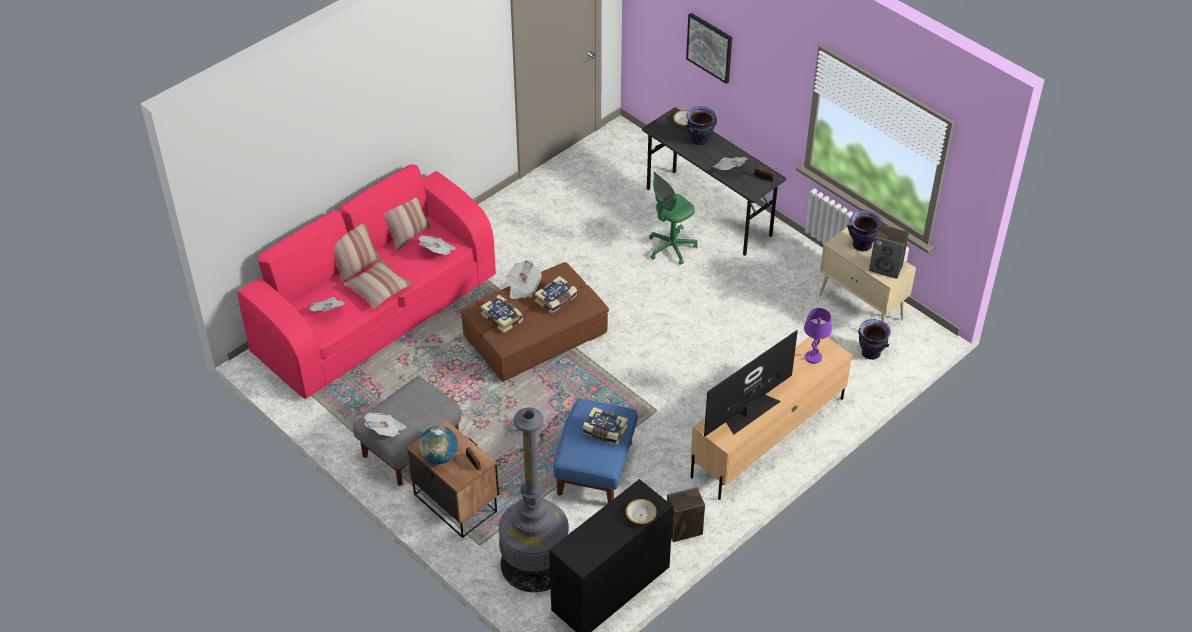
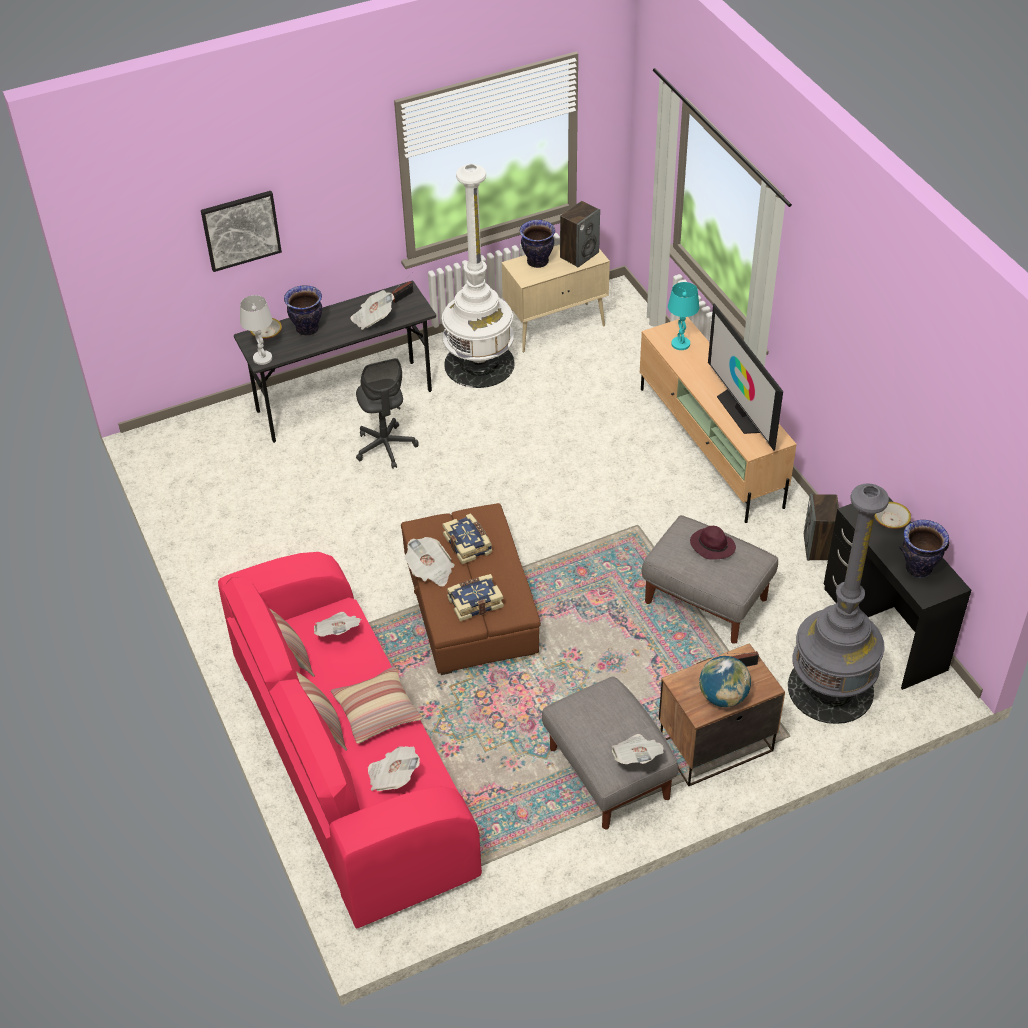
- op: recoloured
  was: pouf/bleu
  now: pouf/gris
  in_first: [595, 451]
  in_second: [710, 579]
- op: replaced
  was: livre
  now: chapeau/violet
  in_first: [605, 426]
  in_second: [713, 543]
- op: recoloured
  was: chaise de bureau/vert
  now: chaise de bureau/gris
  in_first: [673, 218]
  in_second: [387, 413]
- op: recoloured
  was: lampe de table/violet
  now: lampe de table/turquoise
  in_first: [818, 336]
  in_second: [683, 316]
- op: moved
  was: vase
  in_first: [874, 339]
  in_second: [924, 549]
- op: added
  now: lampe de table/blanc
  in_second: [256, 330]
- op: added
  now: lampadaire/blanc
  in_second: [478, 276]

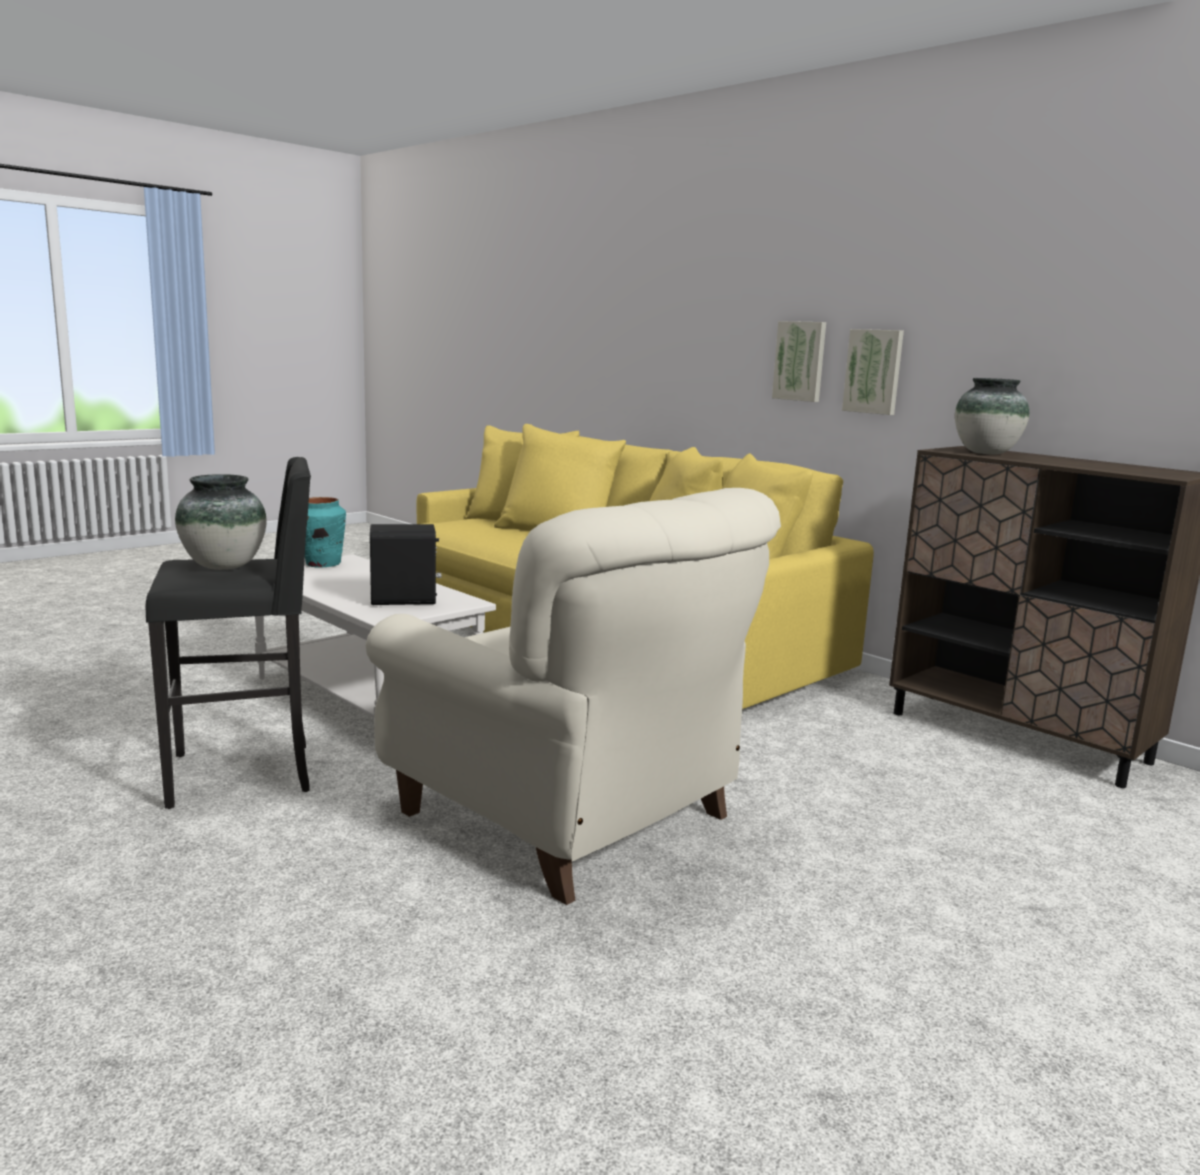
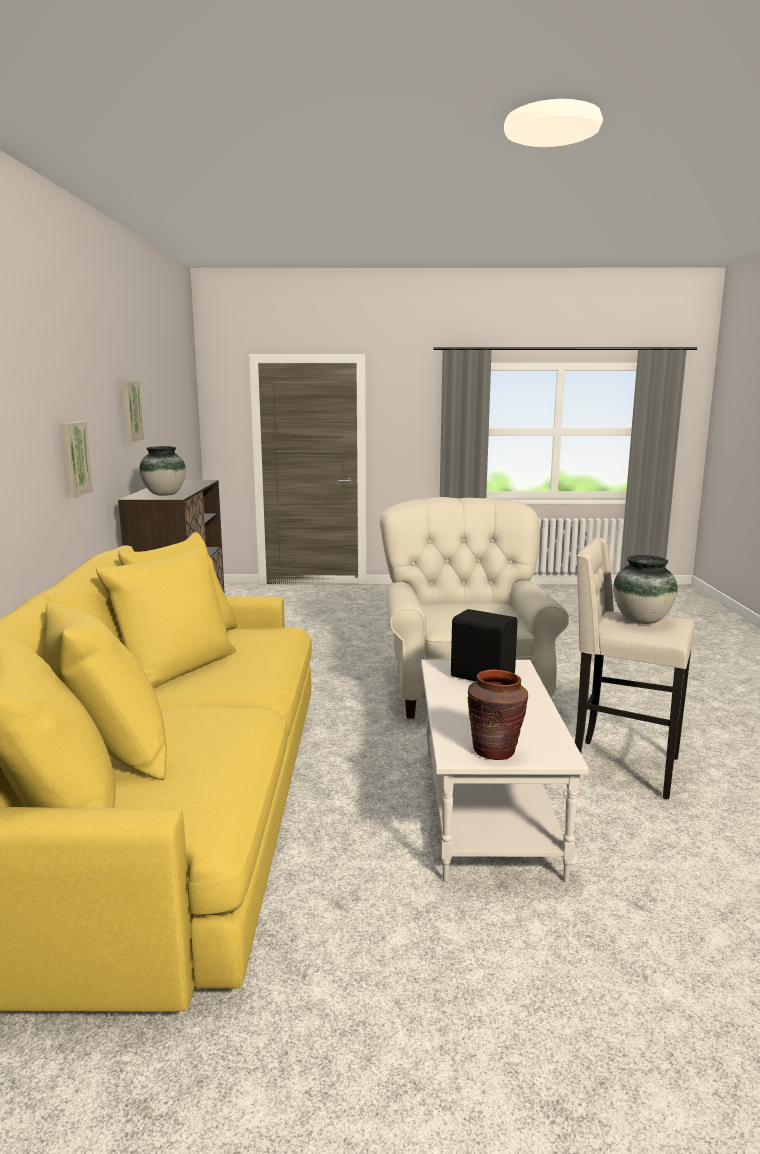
- op: recoloured
  was: tabouret/noir
  now: tabouret/beige
  in_first: [228, 633]
  in_second: [635, 668]
- op: recoloured
  was: vase/turquoise
  now: vase/marron
  in_first: [325, 532]
  in_second: [498, 714]
- op: moved
  was: tableau
  in_first: [799, 361]
  in_second: [132, 411]

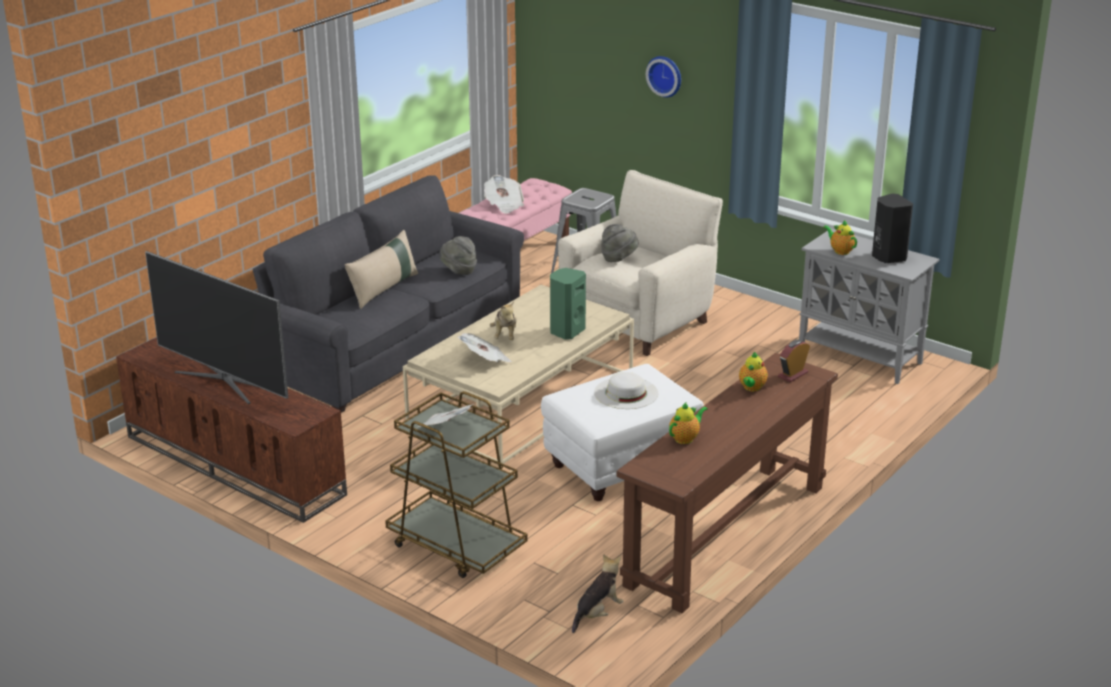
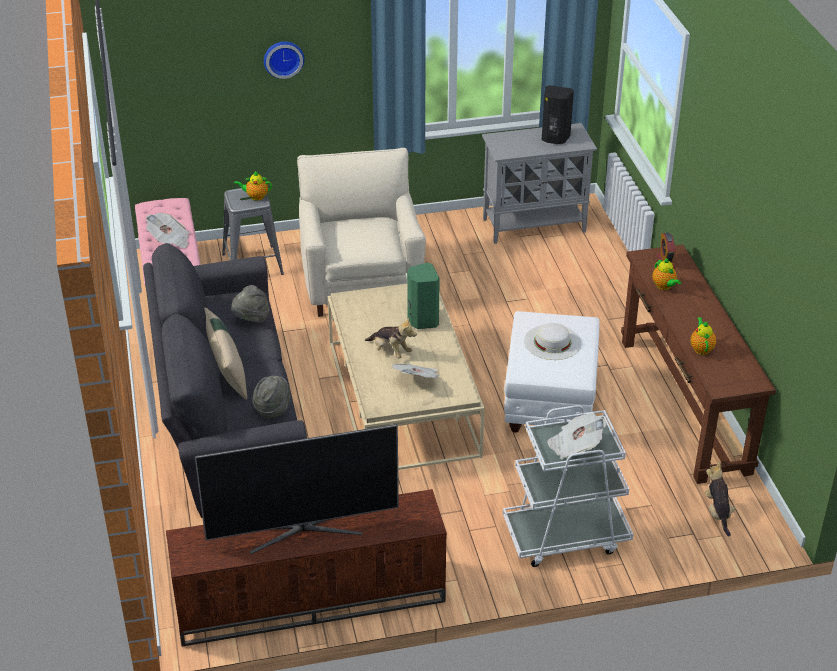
- op: recoloured
  was: chariot/marron
  now: chariot/blanc
  in_first: [456, 484]
  in_second: [568, 486]
- op: moved
  was: chapeau/gris
  in_first: [619, 243]
  in_second: [271, 397]
- op: moved
  was: théière
  in_first: [840, 237]
  in_second: [253, 186]

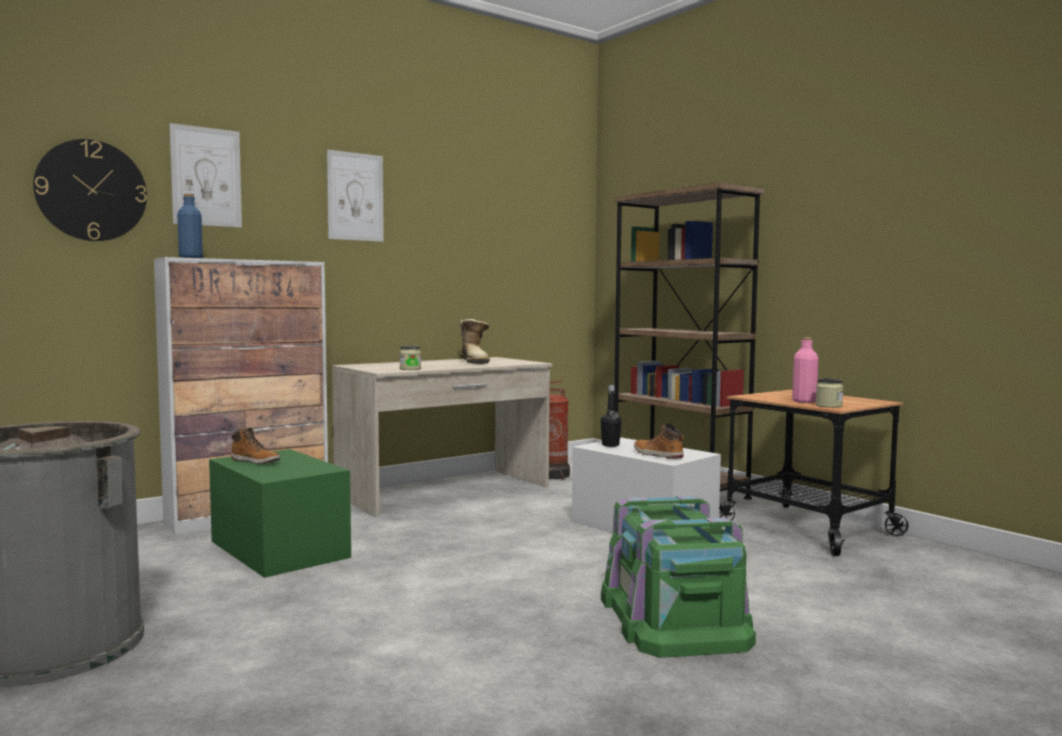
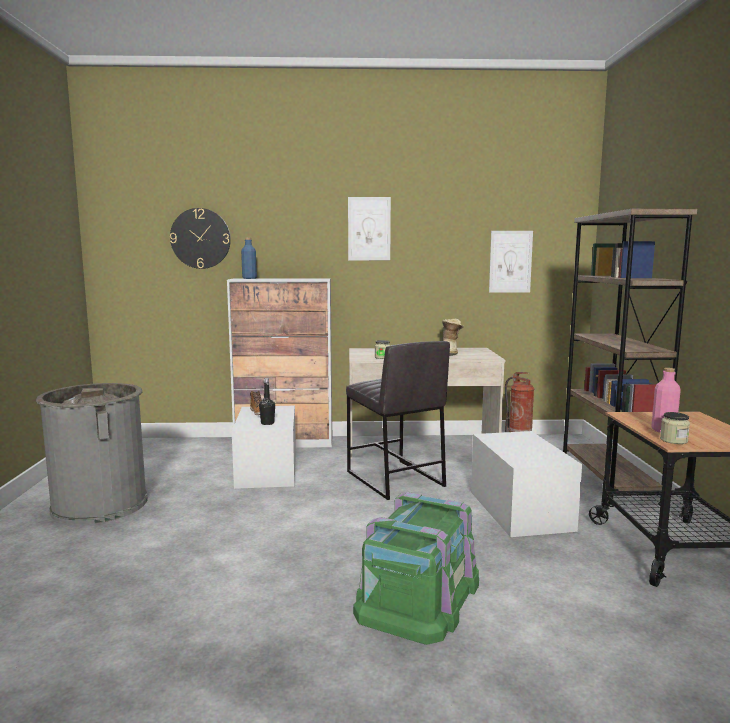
- op: moved
  was: tableau
  in_first: [205, 175]
  in_second: [511, 262]
- op: recoloured
  was: boîte de rangement/vert
  now: boîte de rangement/blanc
  in_first: [280, 513]
  in_second: [264, 447]
- op: moved
  was: bouteille/noir
  in_first: [611, 416]
  in_second: [267, 401]
- op: removed
  was: botte
  in_first: [659, 441]
- op: added
  now: tabouret/gris
  in_second: [398, 420]

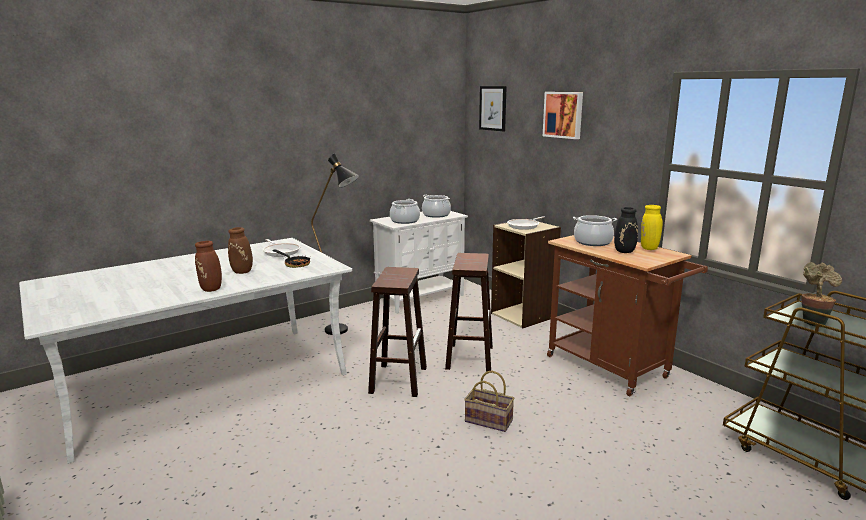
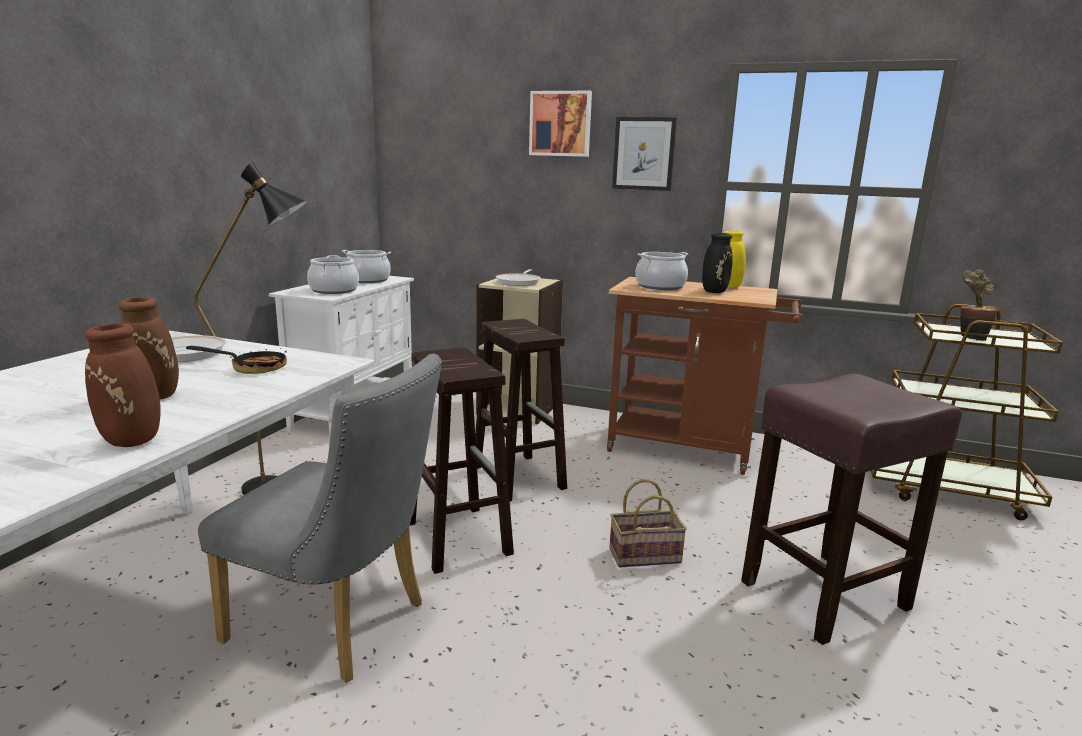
- op: moved
  was: tableau
  in_first: [493, 108]
  in_second: [644, 154]
- op: added
  now: chaise/gris
  in_second: [320, 518]
- op: added
  now: tabouret/marron
  in_second: [851, 509]

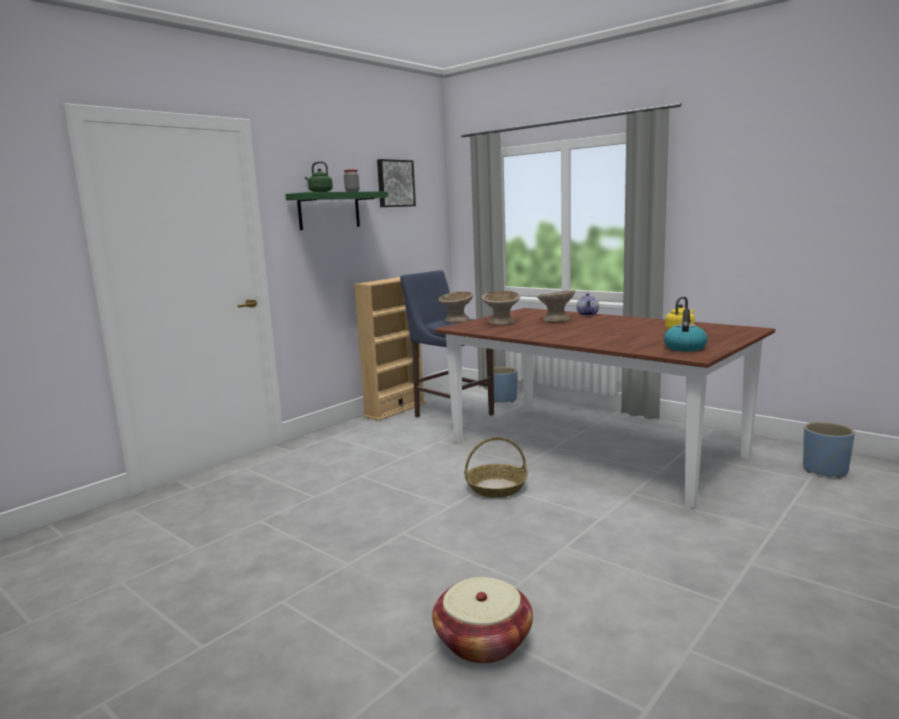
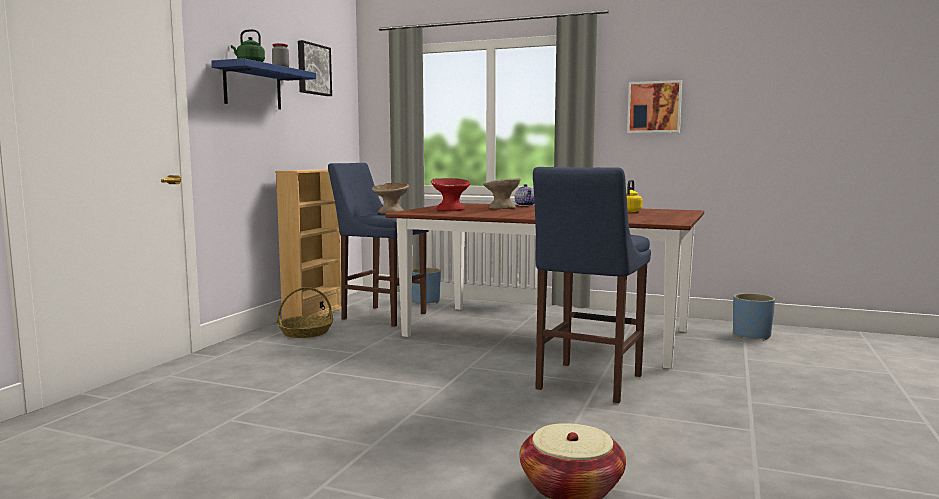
- op: recoloured
  was: étagère/vert
  now: étagère/bleu
  in_first: [336, 210]
  in_second: [264, 83]
- op: moved
  was: panier
  in_first: [495, 467]
  in_second: [305, 312]
- op: recoloured
  was: bol/beige
  now: bol/rouge
  in_first: [501, 308]
  in_second: [450, 194]
- op: removed
  was: bouilloire
  in_first: [686, 330]
- op: added
  now: tabouret/bleu
  in_second: [592, 285]
- op: added
  now: tableau
  in_second: [654, 106]

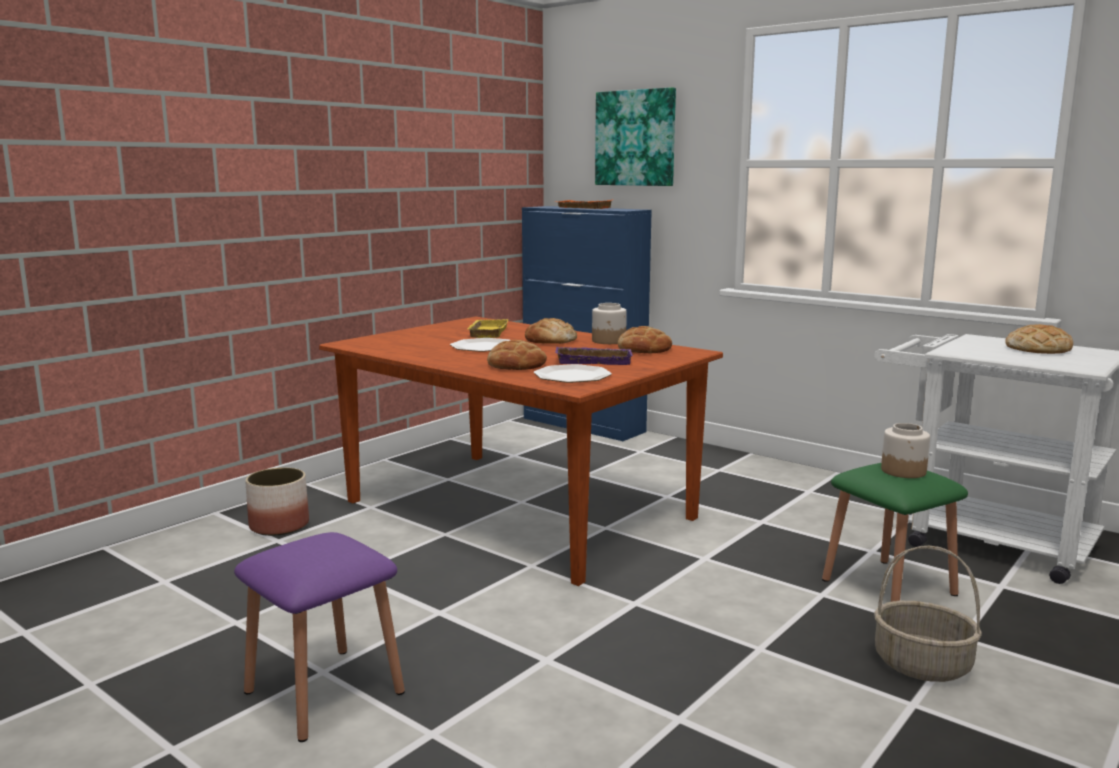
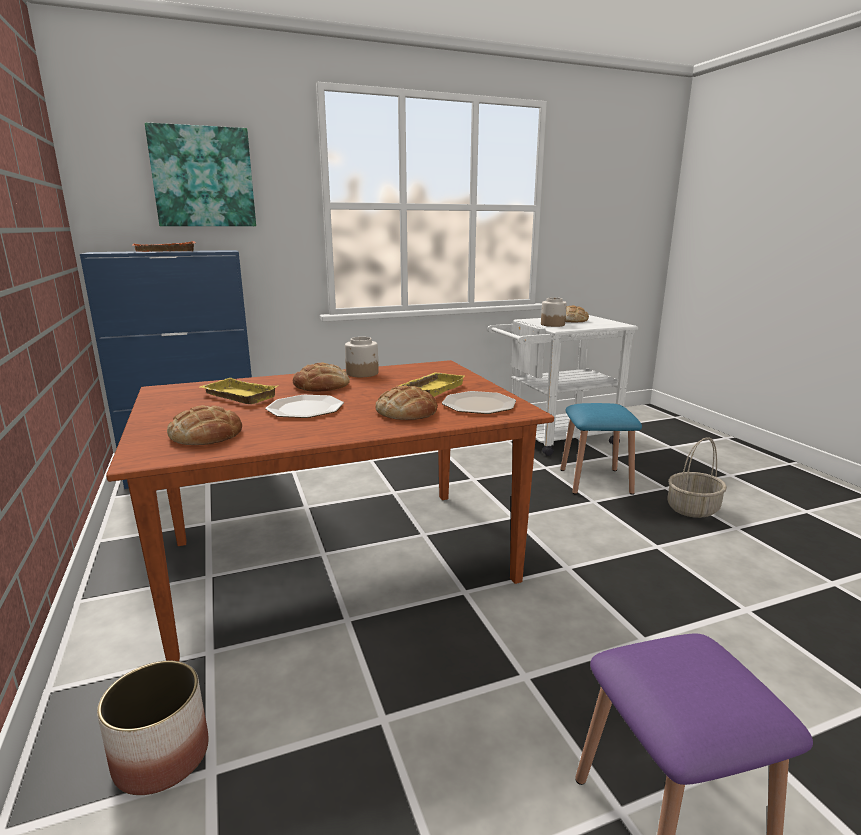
- op: recoloured
  was: plateau/violet
  now: plateau/jaune
  in_first: [594, 356]
  in_second: [432, 385]
- op: moved
  was: pain
  in_first: [645, 339]
  in_second: [204, 425]
- op: recoloured
  was: tabouret/vert
  now: tabouret/bleu
  in_first: [895, 532]
  in_second: [601, 449]
- op: moved
  was: bocal
  in_first: [905, 450]
  in_second: [554, 312]

